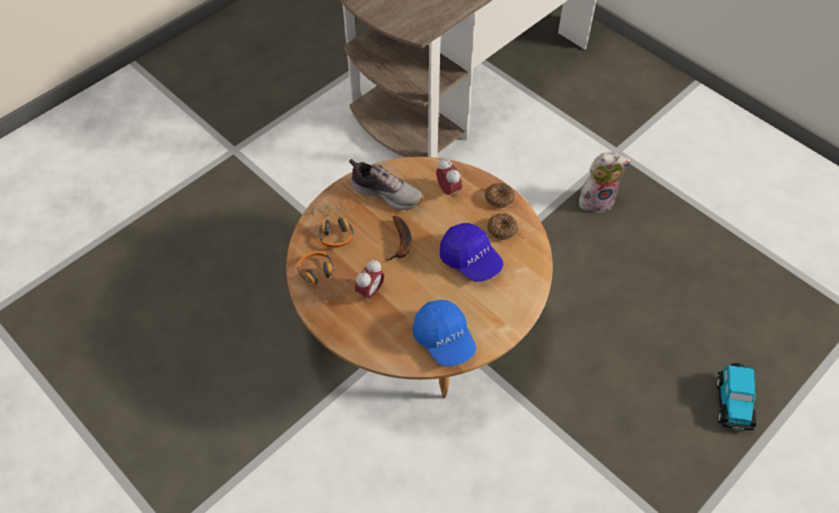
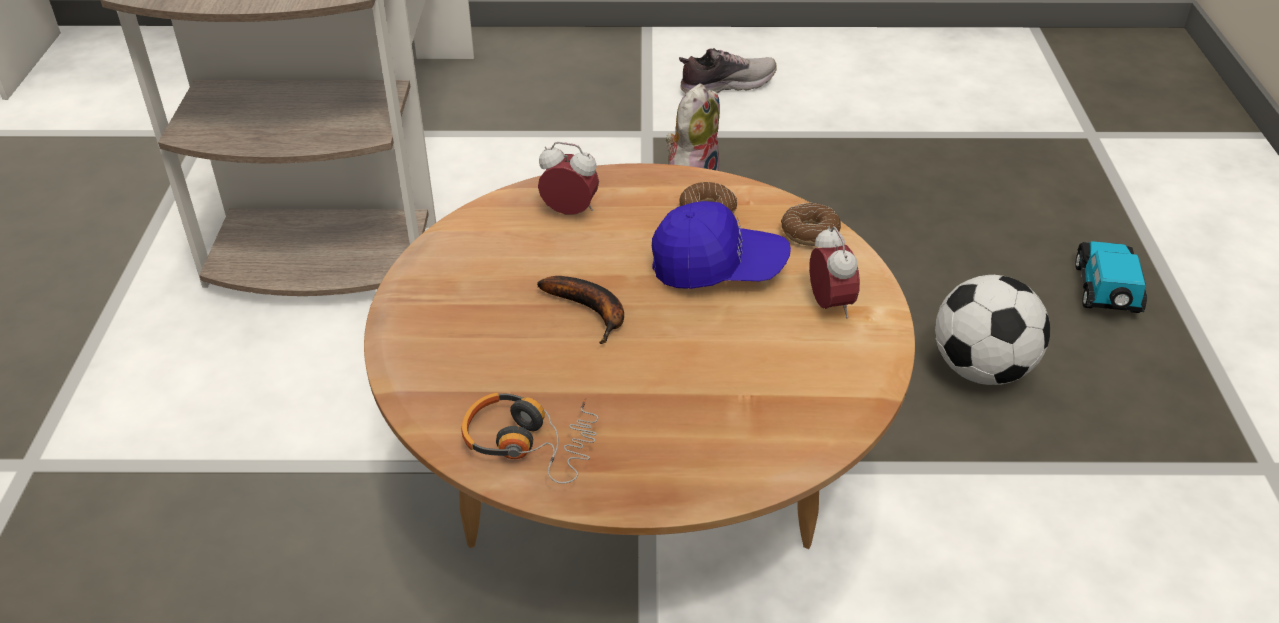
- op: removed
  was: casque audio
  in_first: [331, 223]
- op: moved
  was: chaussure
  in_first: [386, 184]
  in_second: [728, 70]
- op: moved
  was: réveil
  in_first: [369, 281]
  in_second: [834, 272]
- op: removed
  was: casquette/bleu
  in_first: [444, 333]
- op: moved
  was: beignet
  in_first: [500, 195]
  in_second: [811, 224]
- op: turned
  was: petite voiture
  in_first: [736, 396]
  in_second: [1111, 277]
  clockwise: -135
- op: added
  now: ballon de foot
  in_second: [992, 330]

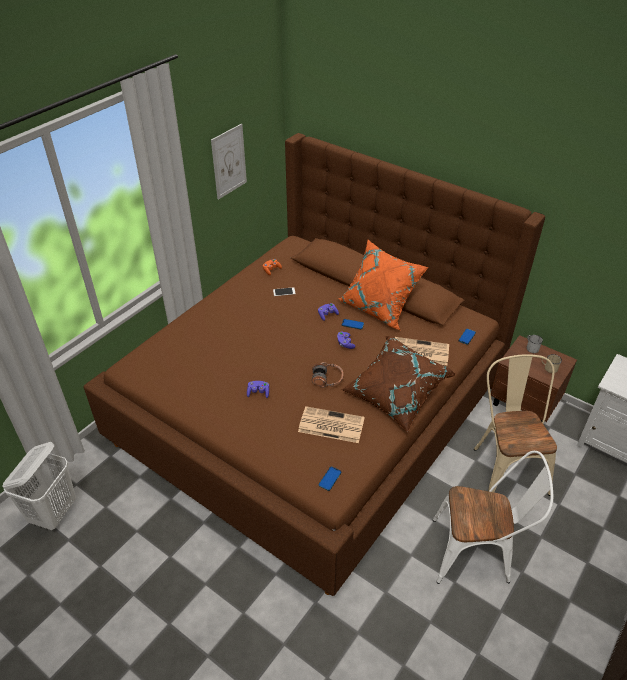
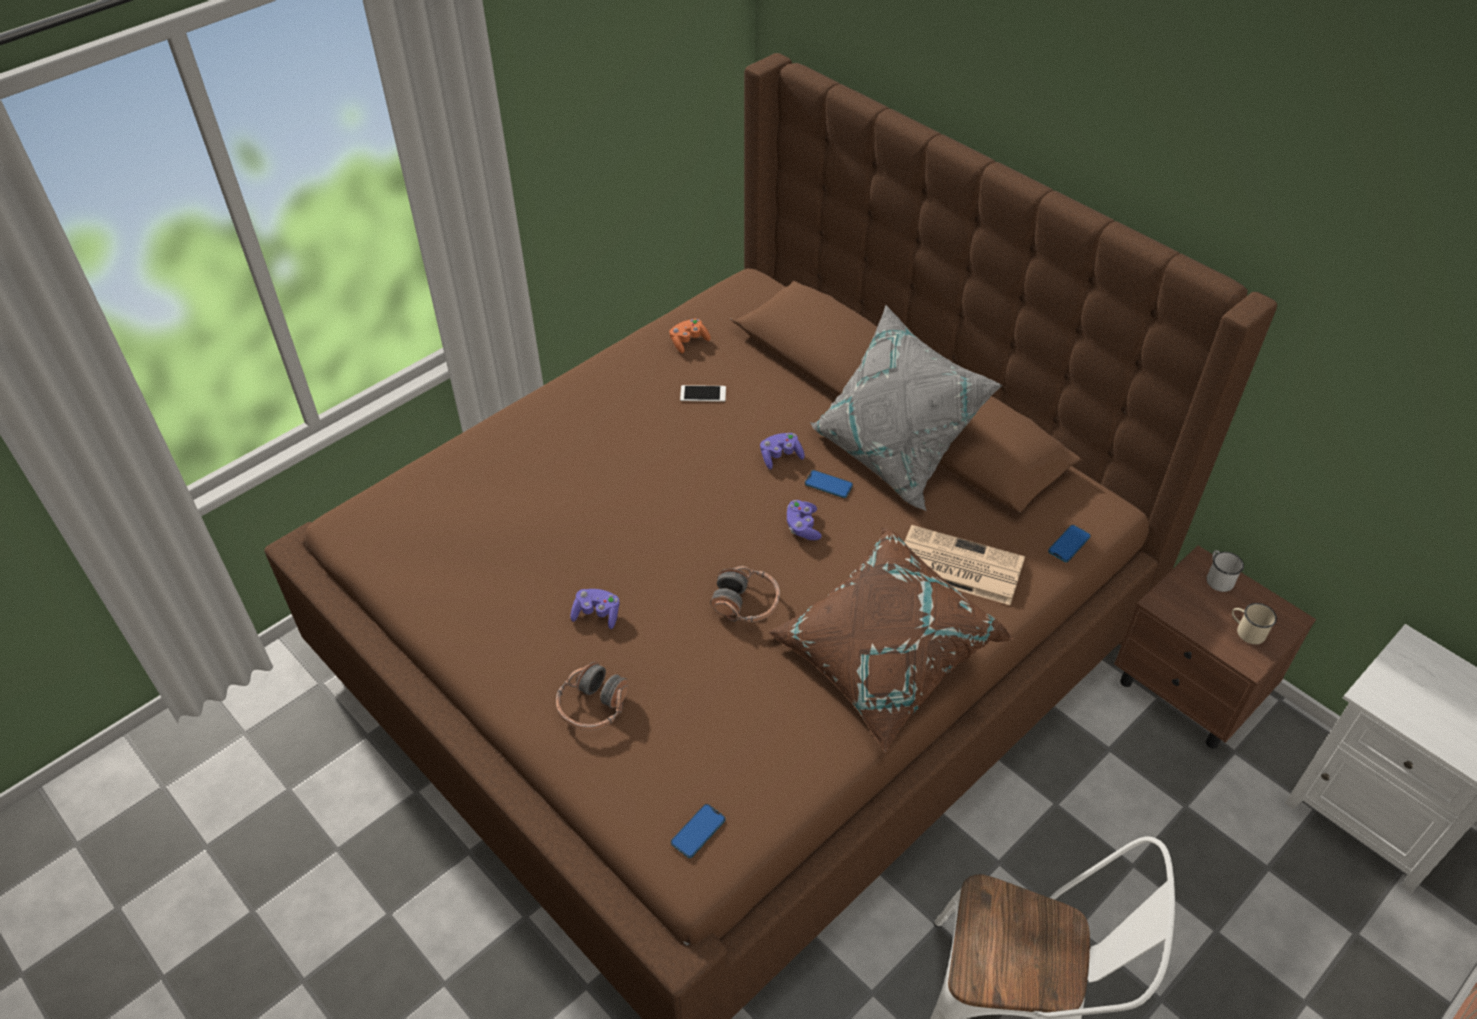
- op: removed
  was: panier à linge/blanc
  in_first: [39, 486]
- op: removed
  was: tableau
  in_first: [229, 162]
- op: removed
  was: journal
  in_first: [331, 424]
- op: recoloured
  was: coussin/orange
  now: coussin/gris
  in_first: [383, 285]
  in_second: [906, 408]
- op: removed
  was: chaise/beige
  in_first: [515, 425]
- op: added
  now: casque audio
  in_second: [592, 696]

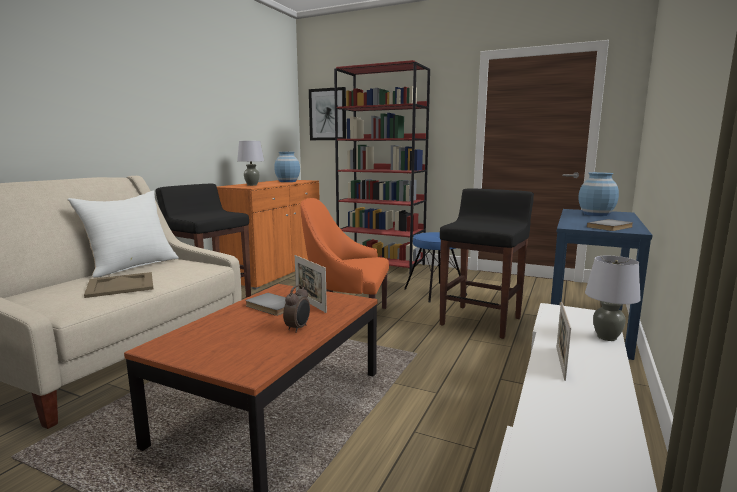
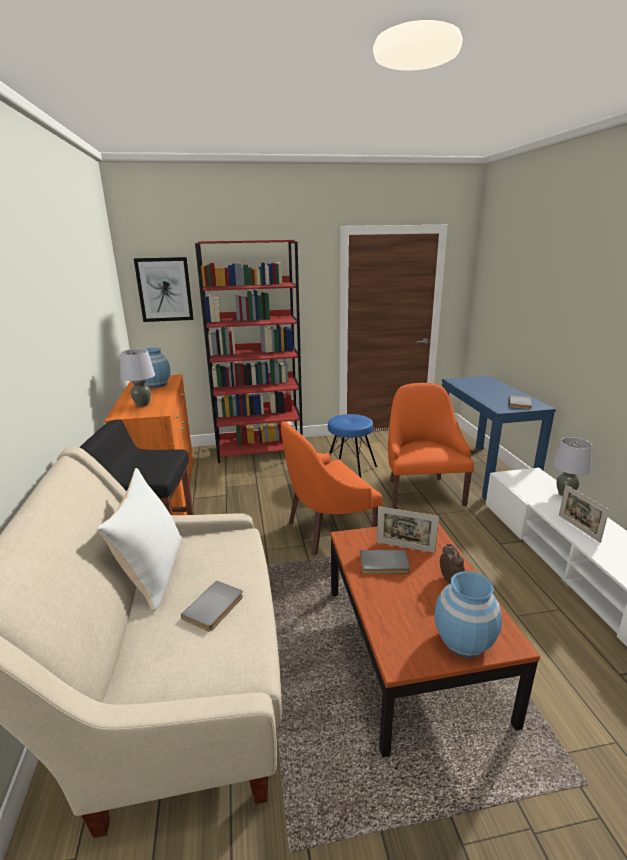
- op: replaced
  was: plateau/beige
  now: livre/gris
  in_first: [118, 285]
  in_second: [212, 606]
- op: replaced
  was: tabouret/noir
  now: fauteuil/orange
  in_first: [487, 263]
  in_second: [431, 446]
- op: moved
  was: vase/bleu
  in_first: [598, 194]
  in_second: [468, 614]

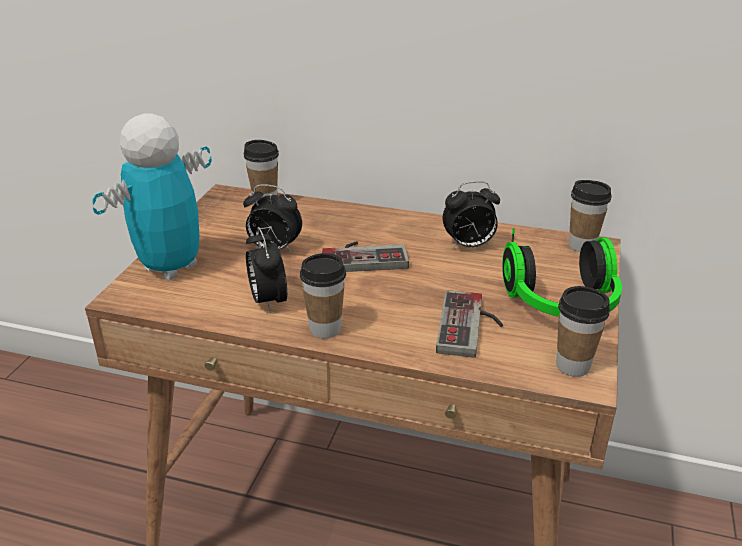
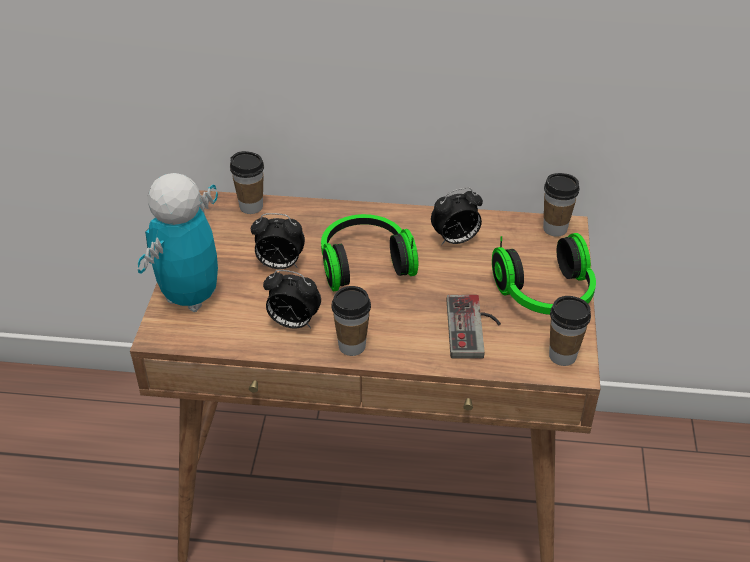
- op: turned
  was: réveil
  in_first: [266, 270]
  in_second: [292, 299]
  clockwise: -45
- op: replaced
  was: manette
  now: casque audio
  in_first: [365, 256]
  in_second: [369, 252]

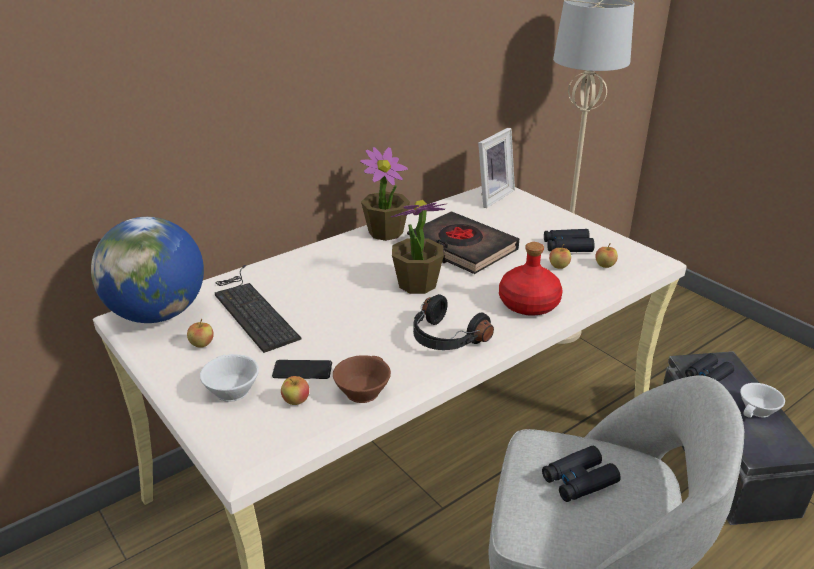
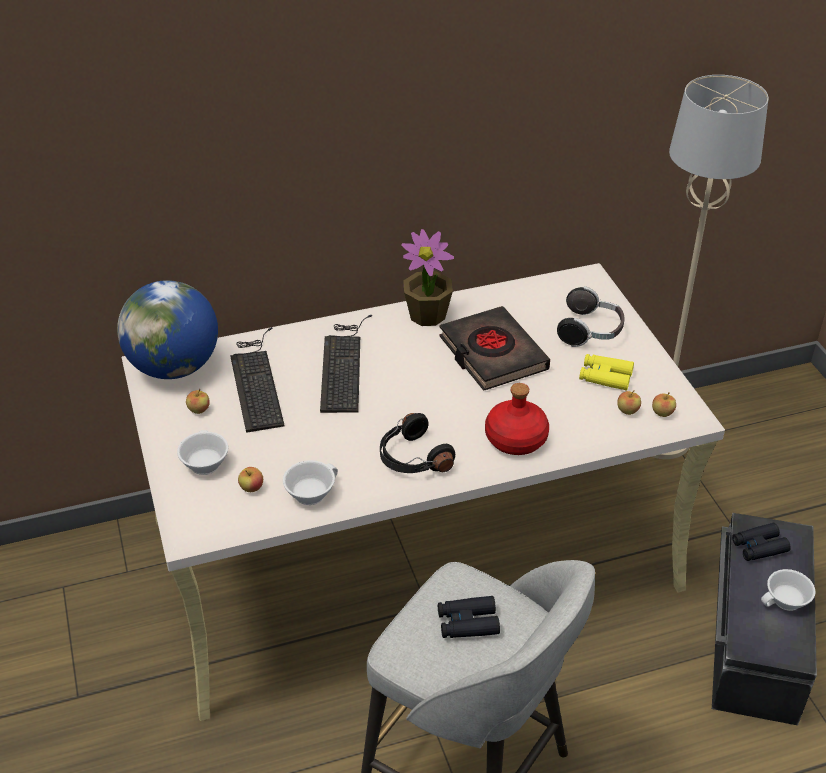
- op: removed
  was: téléphone
  in_first: [302, 369]
- op: recoloured
  was: tasse/marron
  now: tasse/blanc
  in_first: [362, 379]
  in_second: [310, 482]
- op: removed
  was: plante en pot
  in_first: [418, 247]
- op: removed
  was: cadre photo
  in_first: [496, 168]
- op: recoloured
  was: jumelles/noir
  now: jumelles/jaune
  in_first: [569, 240]
  in_second: [606, 372]
- op: moved
  was: pomme
  in_first: [560, 256]
  in_second: [664, 404]
- op: added
  now: clavier
  in_second: [346, 364]
- op: added
  now: casque audio
  in_second: [590, 316]

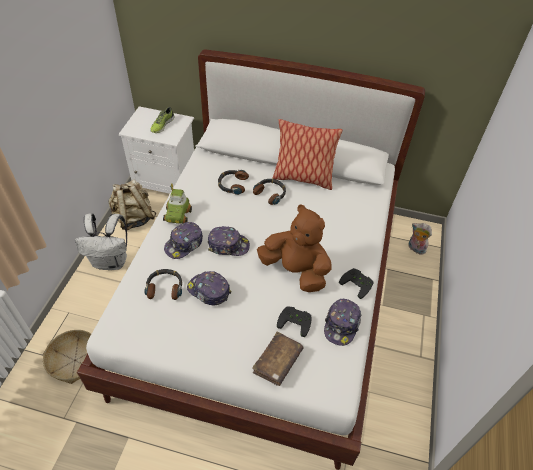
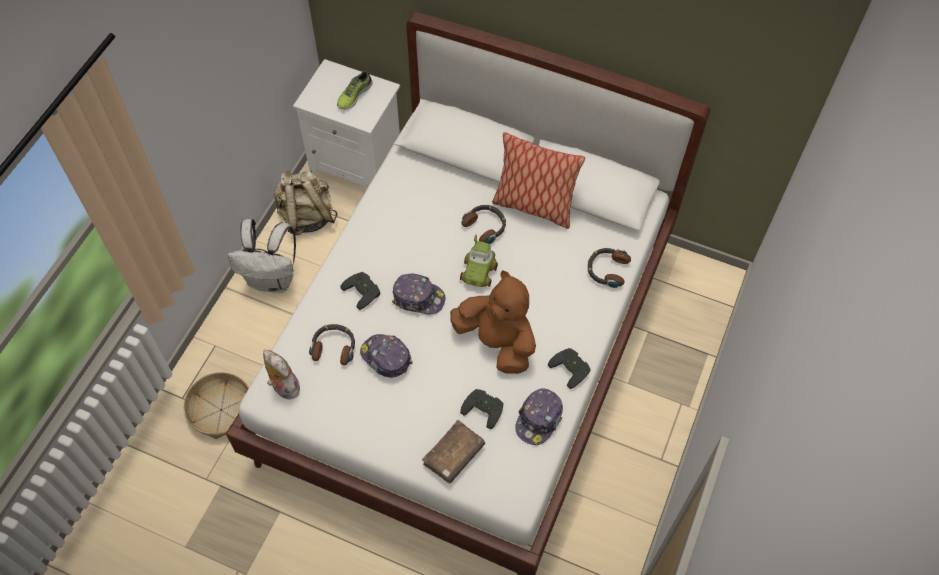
- op: moved
  was: petite voiture
  in_first: [177, 203]
  in_second: [479, 260]
- op: replaced
  was: casquette
  now: manette/noir
  in_first: [183, 240]
  in_second: [360, 291]
- op: moved
  was: casque audio
  in_first: [233, 182]
  in_second: [609, 268]
- op: moved
  was: peluche
  in_first: [420, 239]
  in_second: [281, 375]

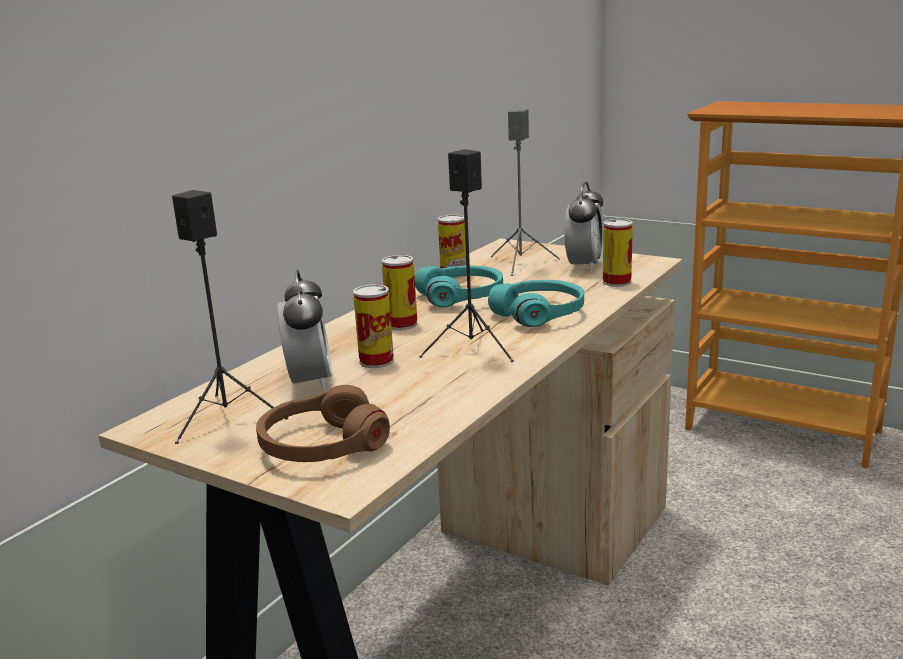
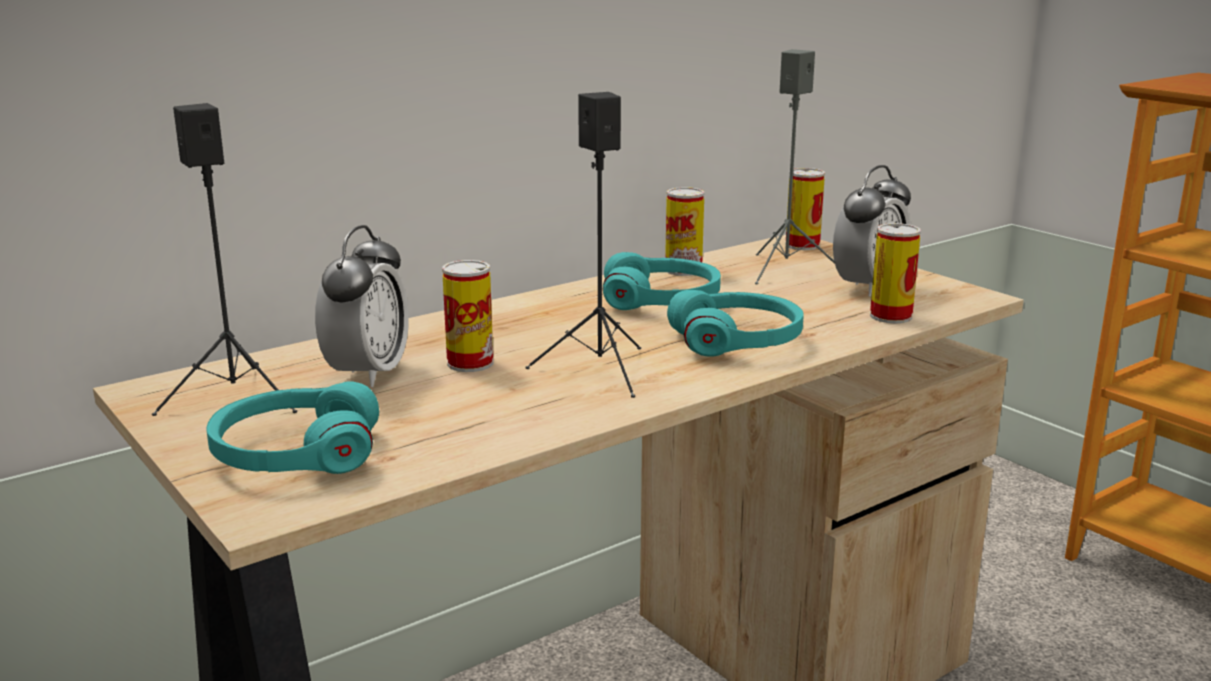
- op: recoloured
  was: casque audio/marron
  now: casque audio/turquoise
  in_first: [323, 423]
  in_second: [292, 427]
- op: moved
  was: boîte métallique
  in_first: [399, 292]
  in_second: [805, 209]

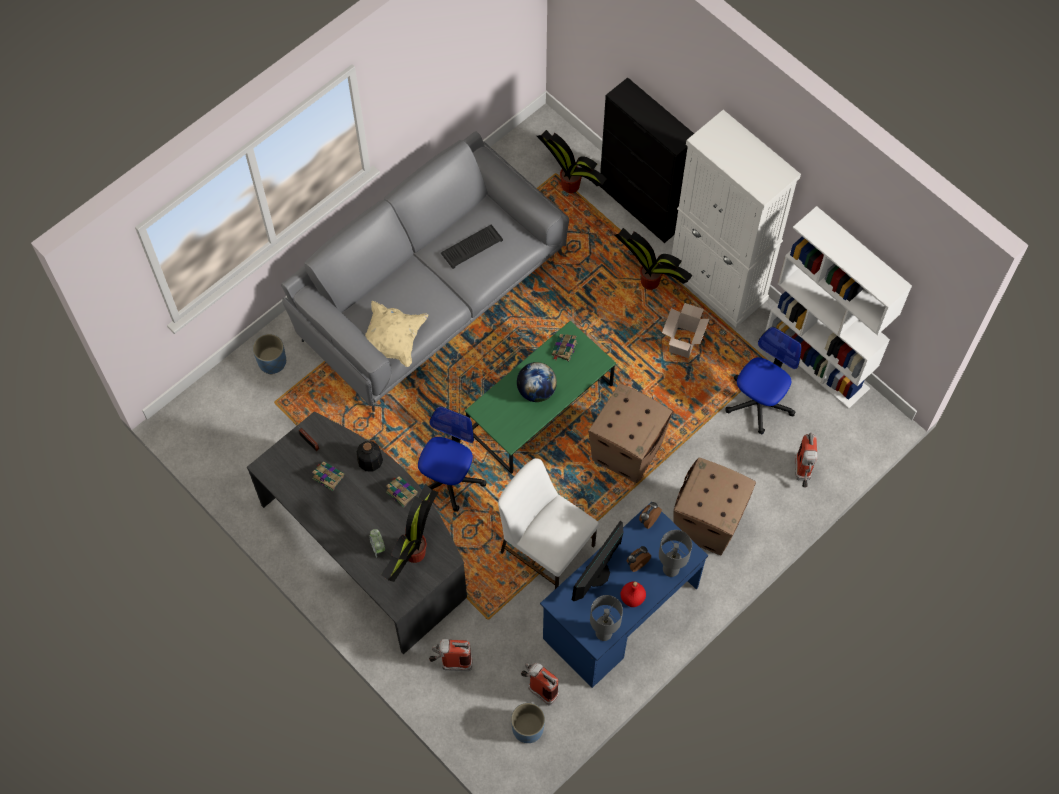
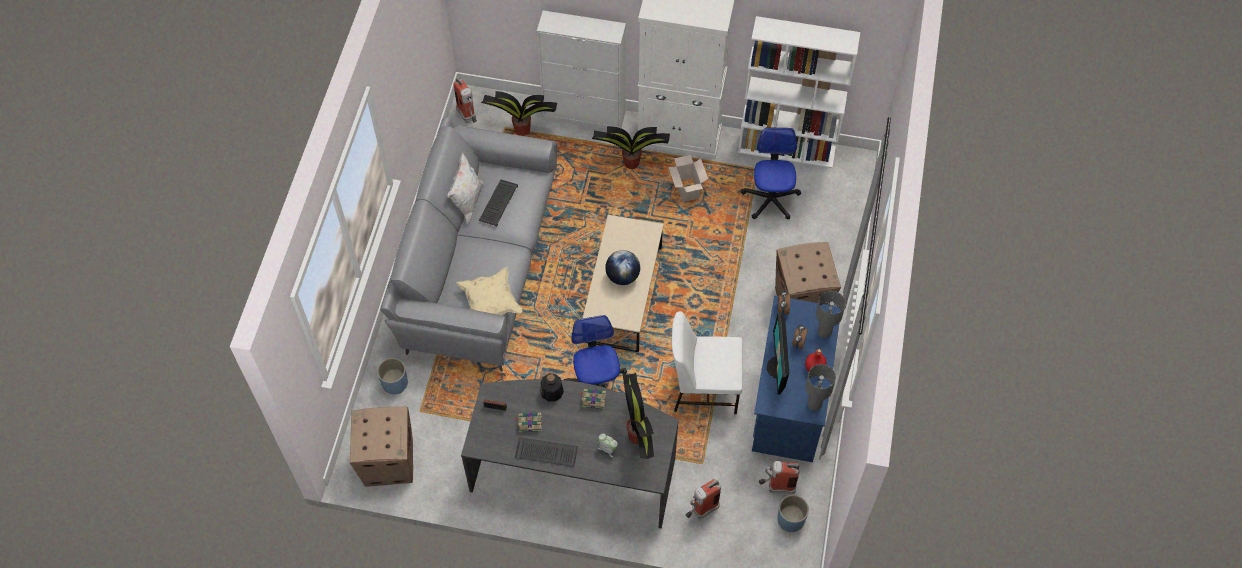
- op: recoloured
  was: table basse/vert
  now: table basse/beige
  in_first: [540, 397]
  in_second: [623, 283]
- op: removed
  was: livre
  in_first: [564, 348]
- op: moved
  was: carton
  in_first: [630, 433]
  in_second: [381, 447]
- op: recoloured
  was: meuble de rangement/noir
  now: meuble de rangement/blanc
  in_first: [647, 160]
  in_second: [581, 69]
- op: moved
  was: extincteur
  in_first: [806, 460]
  in_second: [465, 100]
- op: added
  now: coussin/blanc
  in_second: [465, 188]
- op: added
  now: clavier
  in_second: [546, 452]

